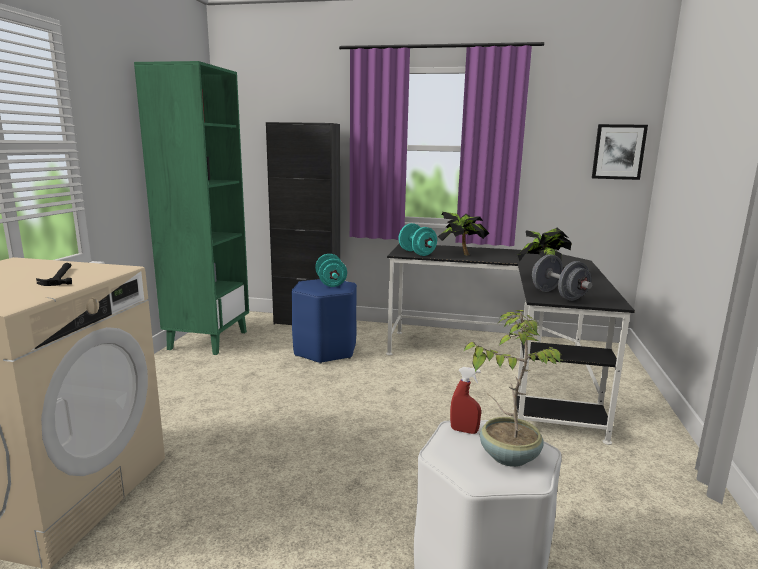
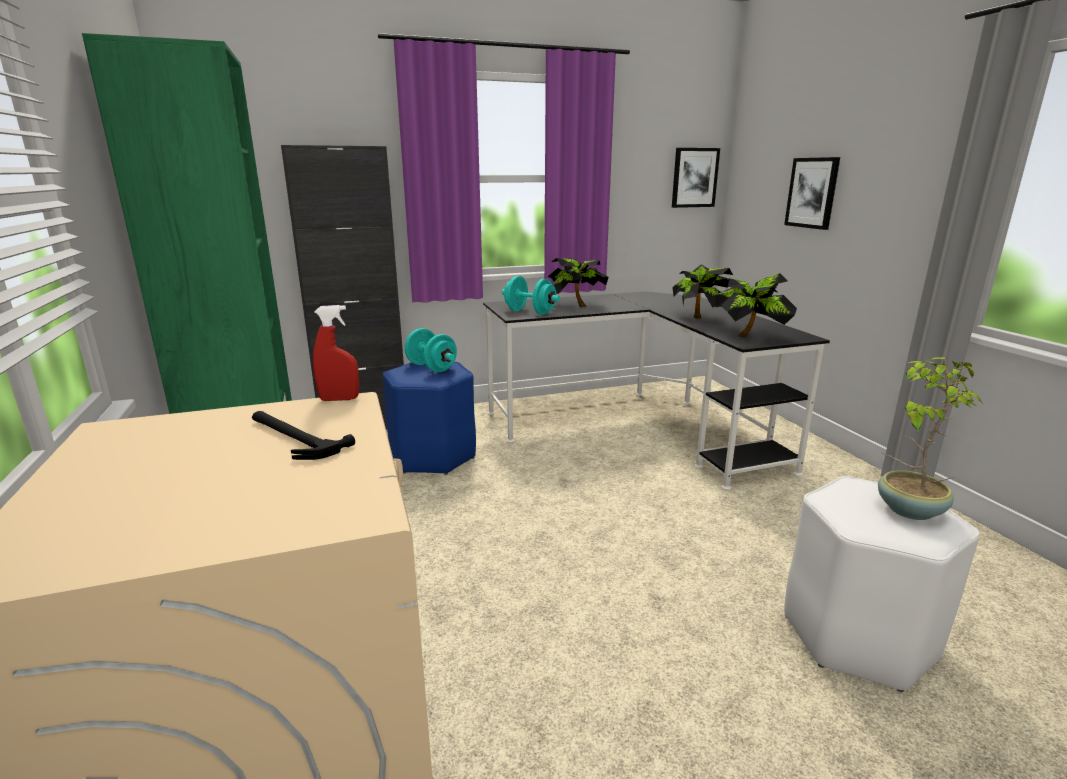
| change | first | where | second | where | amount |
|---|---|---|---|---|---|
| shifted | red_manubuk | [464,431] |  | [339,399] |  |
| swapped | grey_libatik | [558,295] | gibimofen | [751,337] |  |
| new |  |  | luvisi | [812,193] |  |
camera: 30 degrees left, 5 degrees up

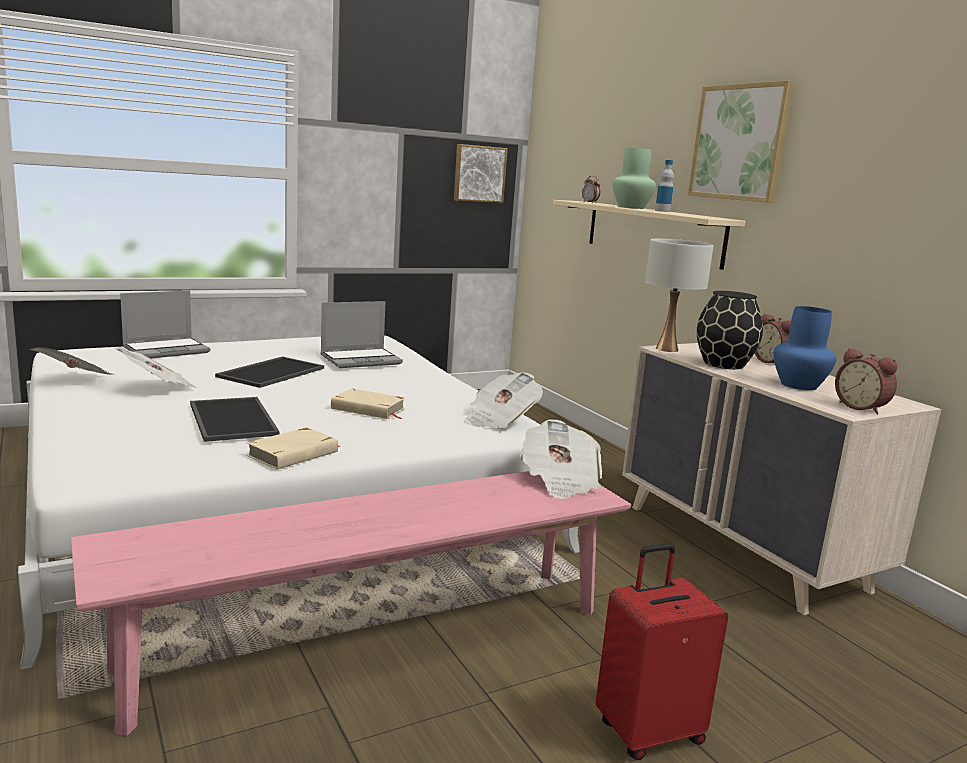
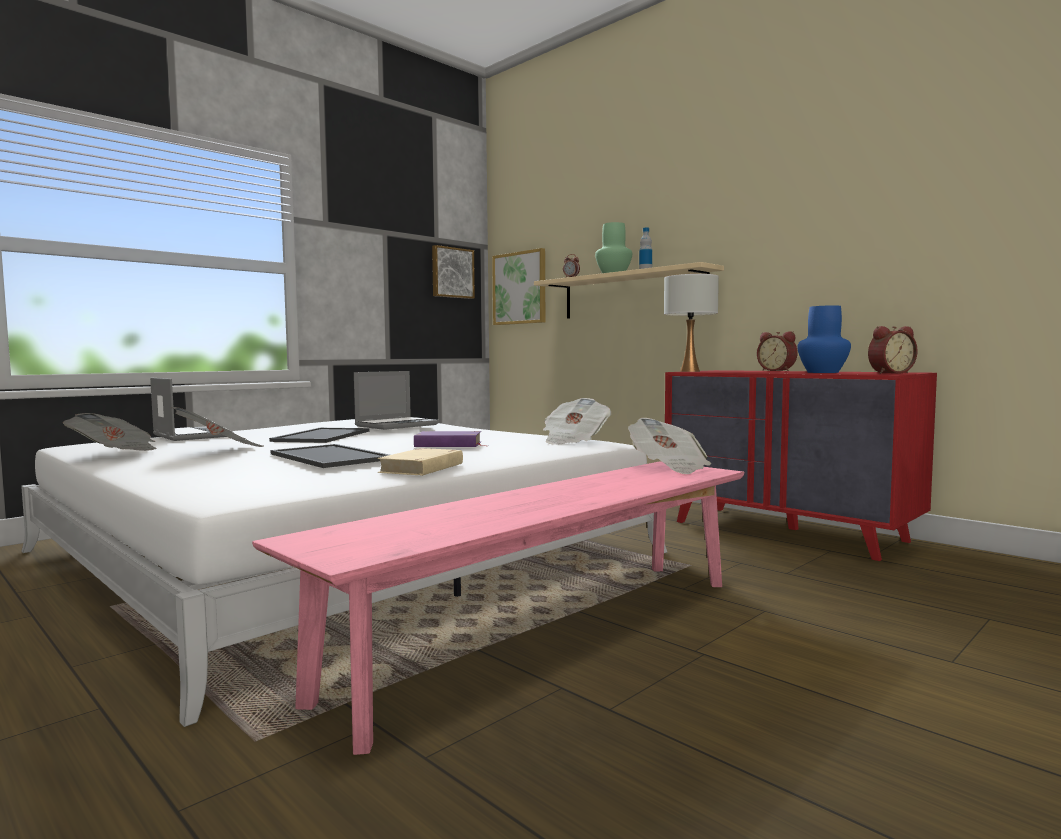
| change | first | where | second | where | amount |
|---|---|---|---|---|---|
| rotated | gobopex | [167,350] |  | [190,436] | 75 degrees counterclockwise |
| repainted | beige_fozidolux | [368,409] | purple_fozidolux | [448,444] |  |
| gone | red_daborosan | [648,731] |  |  |  |
| repainted | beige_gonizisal | [744,547] | red_gonizisal | [788,531] |  |
| shifted | luvisi | [740,142] |  | [520,288] |  |
| gone | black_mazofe | [724,364] |  |  |  |
| rotated | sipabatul | [862,407] |  | [889,373] | 60 degrees counterclockwise |
camera: 15 degrees left, 10 degrees down

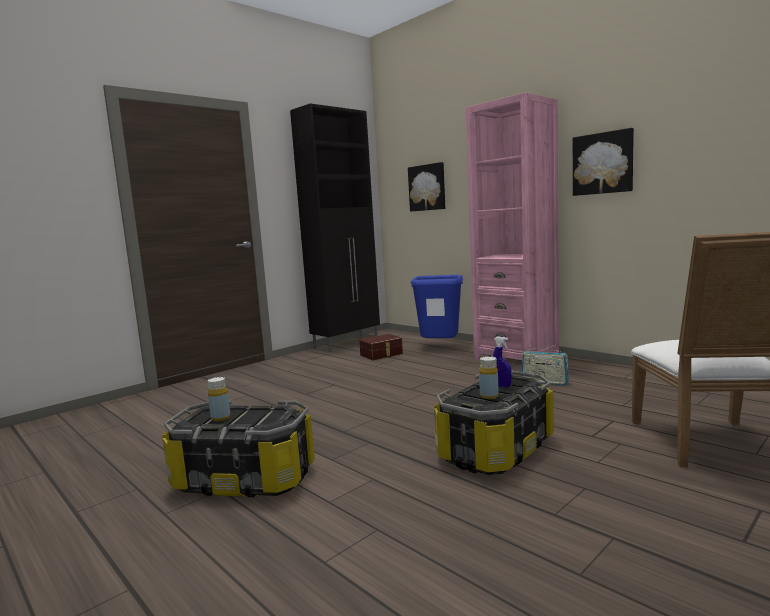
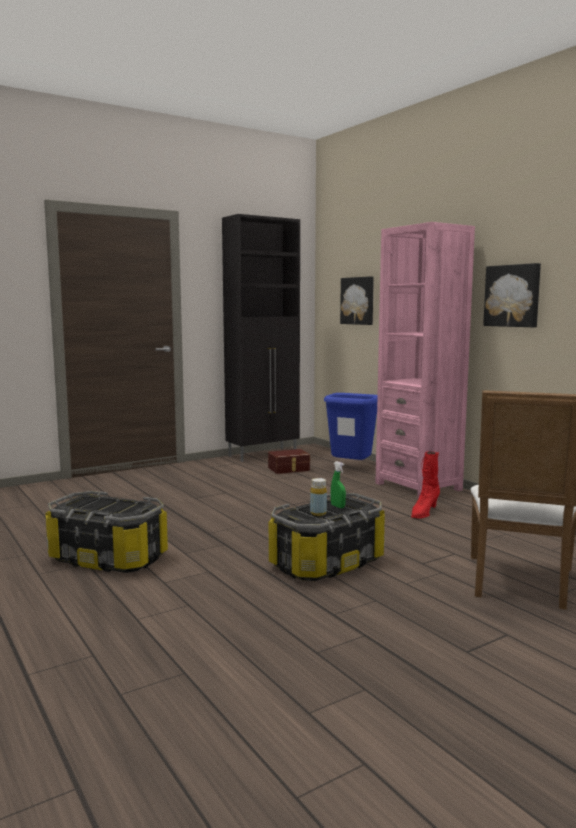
| change | first | where | second | where | amount |
|---|---|---|---|---|---|
| gone | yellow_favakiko | [220,418] |  |  |  |
| repainted | blue_manubuk | [501,386] | green_manubuk | [338,506] |  |
| swapped | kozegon | [544,382] | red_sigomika | [424,513] |  |
camera: 10 degrees right, 0 degrees up

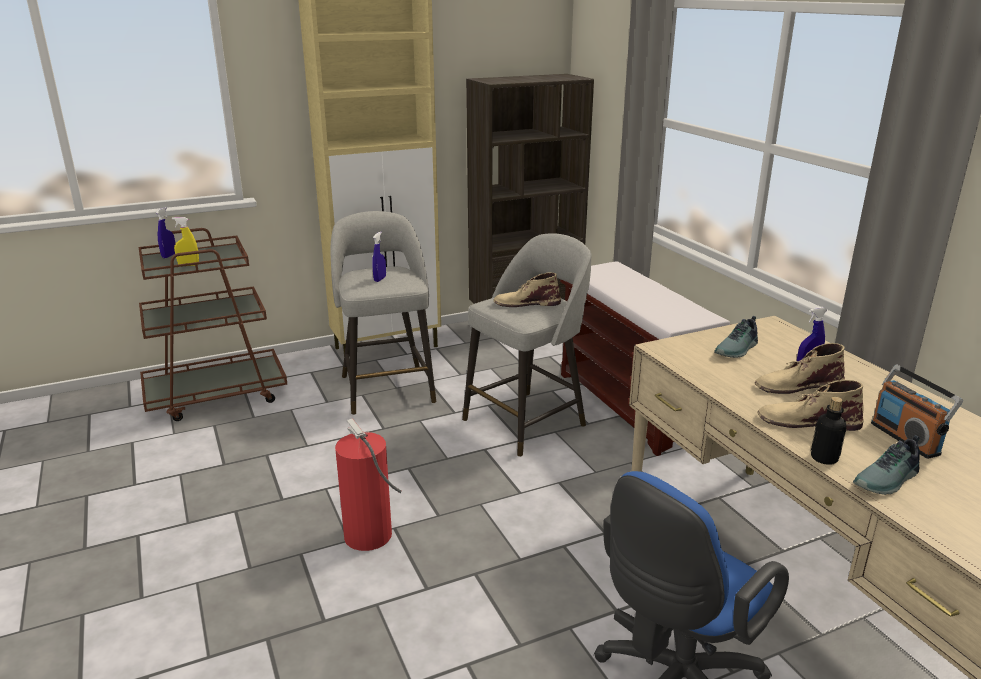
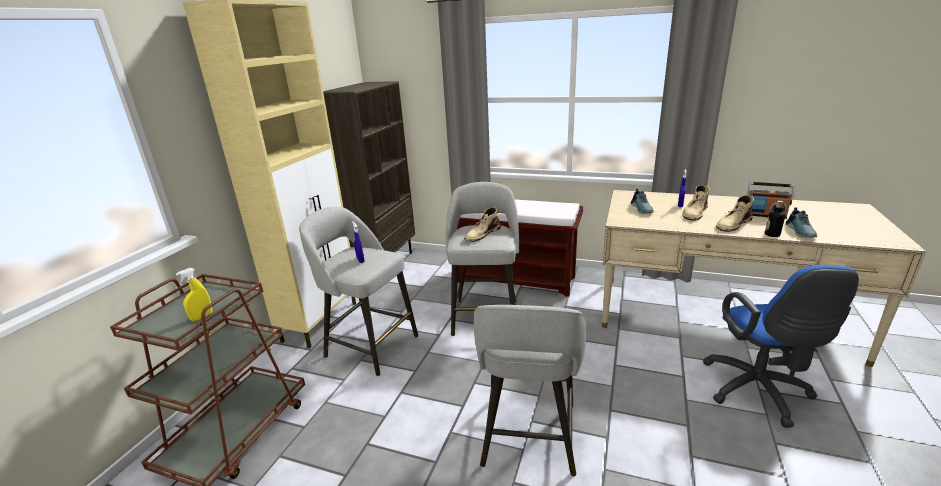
| change | first | where | second | where | amount |
|---|---|---|---|---|---|
| gone | blue_manubuk | [169,255] |  |  |  |
| swapped | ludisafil | [369,536] | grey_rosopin | [529,437] |  |
camera: 45 degrees left, 0 degrees up

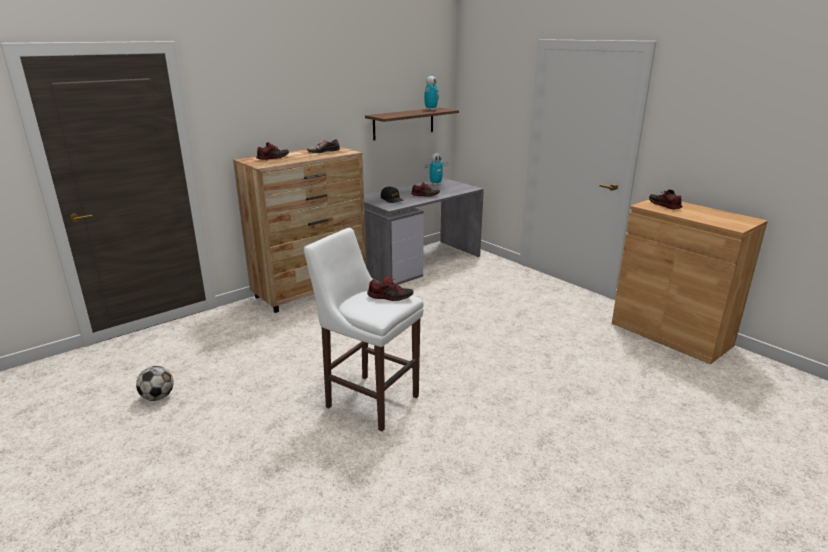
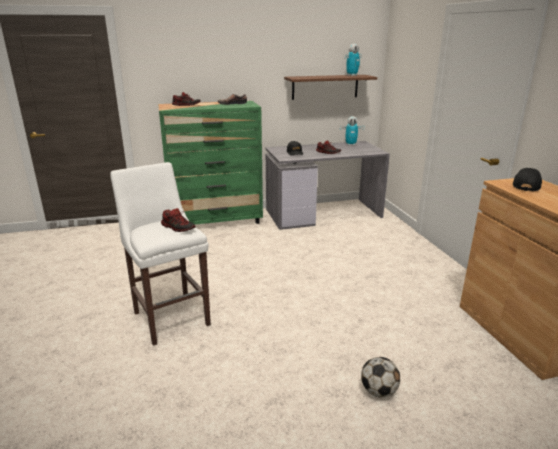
| change | first | where | second | where | amount |
|---|---|---|---|---|---|
| shifted | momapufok | [158,397] |  | [378,391] |  |
| repainted | brown_gonizisal | [311,291] | green_gonizisal | [216,220] |  |
| swapped | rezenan | [664,205] | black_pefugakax | [526,185] |  |
camera: 25 degrees right, 0 degrees up

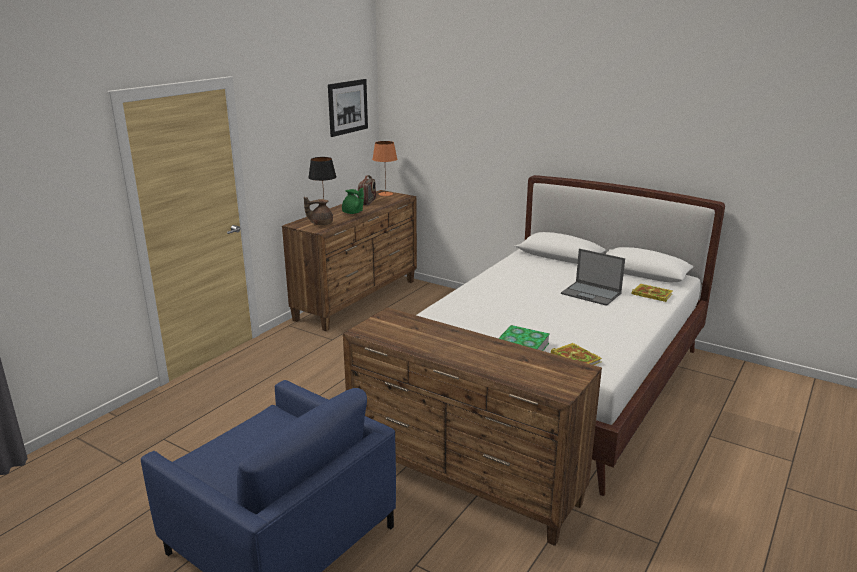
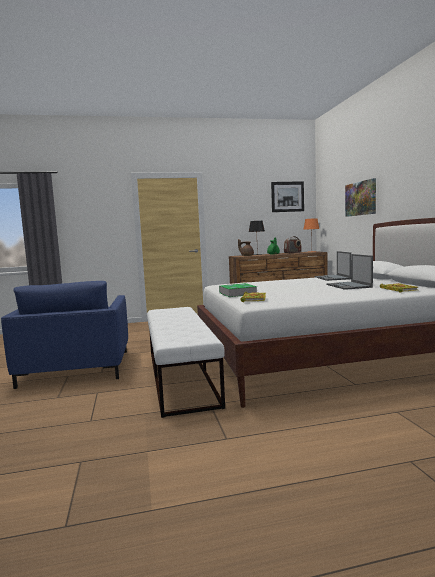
| change | first | where | second | where | amount |
|---|---|---|---|---|---|
| swapped | brown_gonizisal | [463,482] | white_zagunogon | [181,377] |  |
| new |  |  | gobopex | [332,278] |  |
| new |  |  | luvisi | [360,198] |  |
camera: 45 degrees right, 15 degrees down

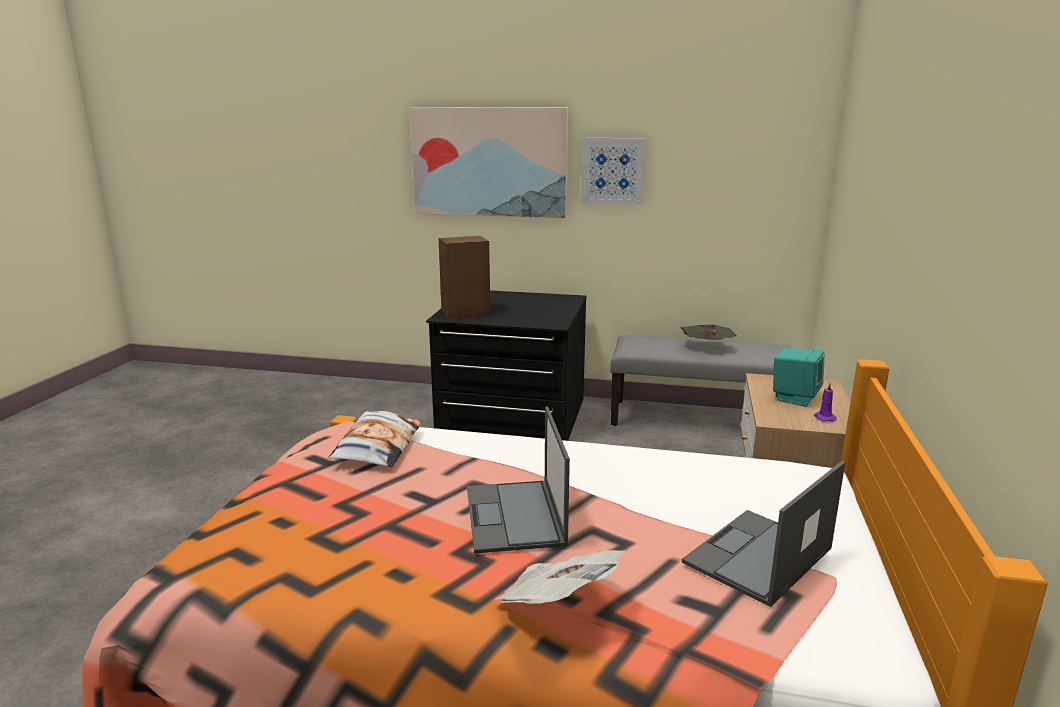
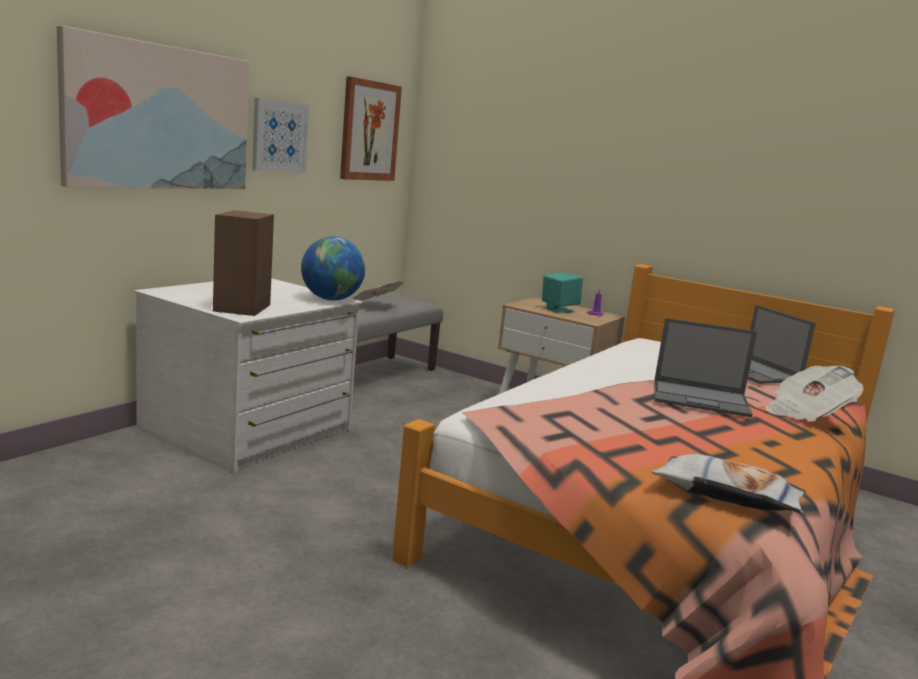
| change | first | where | second | where | amount |
|---|---|---|---|---|---|
| shifted | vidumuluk | [377,446] |  | [727,494] |  |
| repainted | black_gonizisal | [512,417] | white_gonizisal | [249,430] |  |
| new |  |  | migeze | [331,299] |  |
| new |  |  | luvisi | [369,131] |  |
camera: 70 degrees left, 5 degrees down

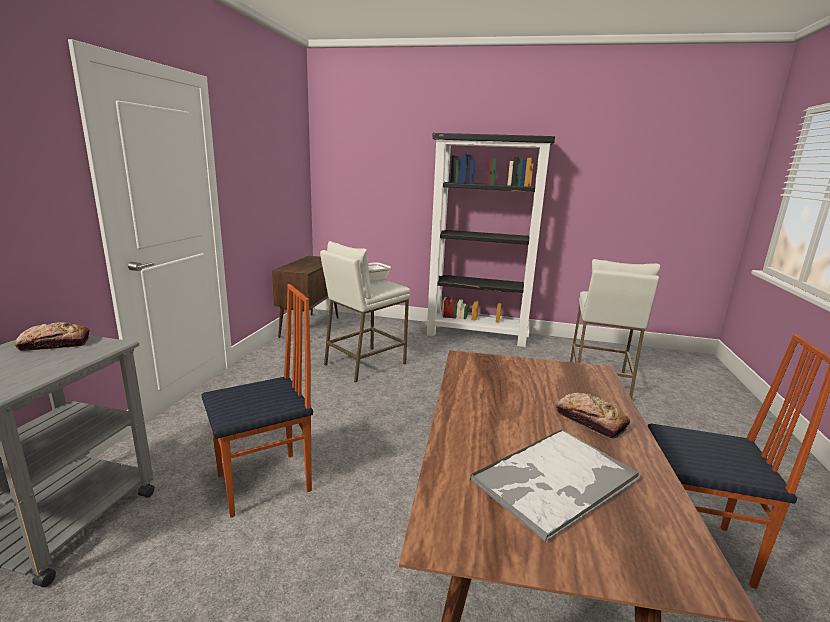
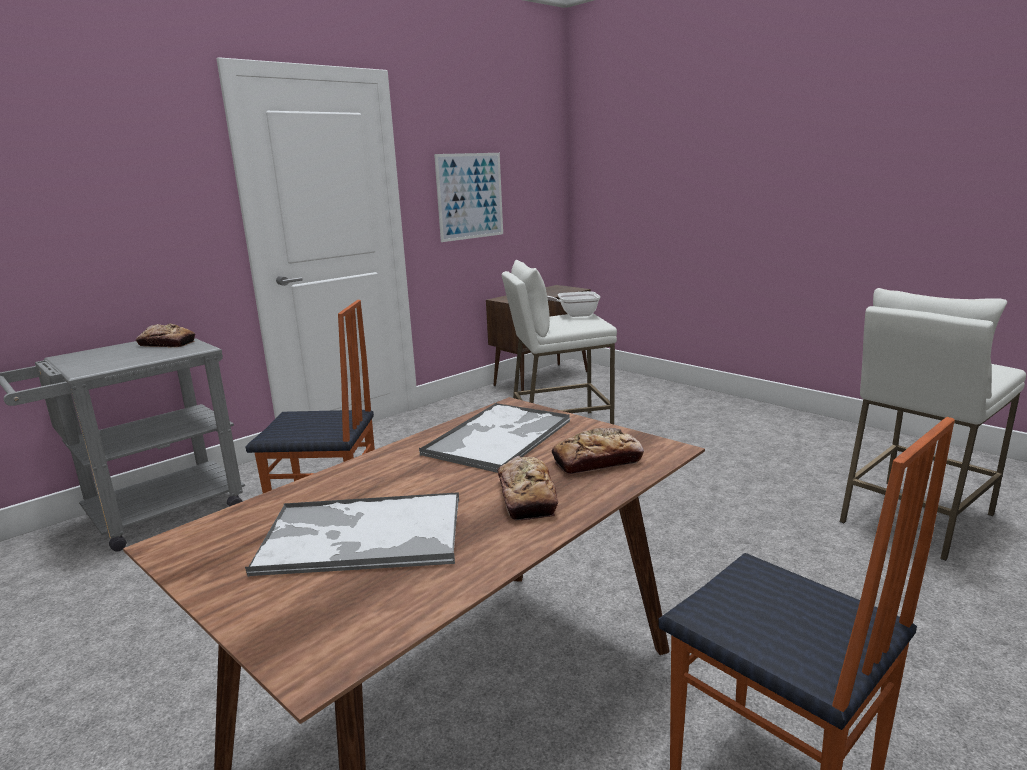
| change | first | where | second | where | amount |
|---|---|---|---|---|---|
| gone | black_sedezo | [477,335] |  |  |  |
| new |  |  | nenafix | [499,437] |  |
| new |  |  | luvisi | [470,196] |  |
| new |  |  | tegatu | [597,461] |  |
camera: 35 degrees right, 0 degrees up

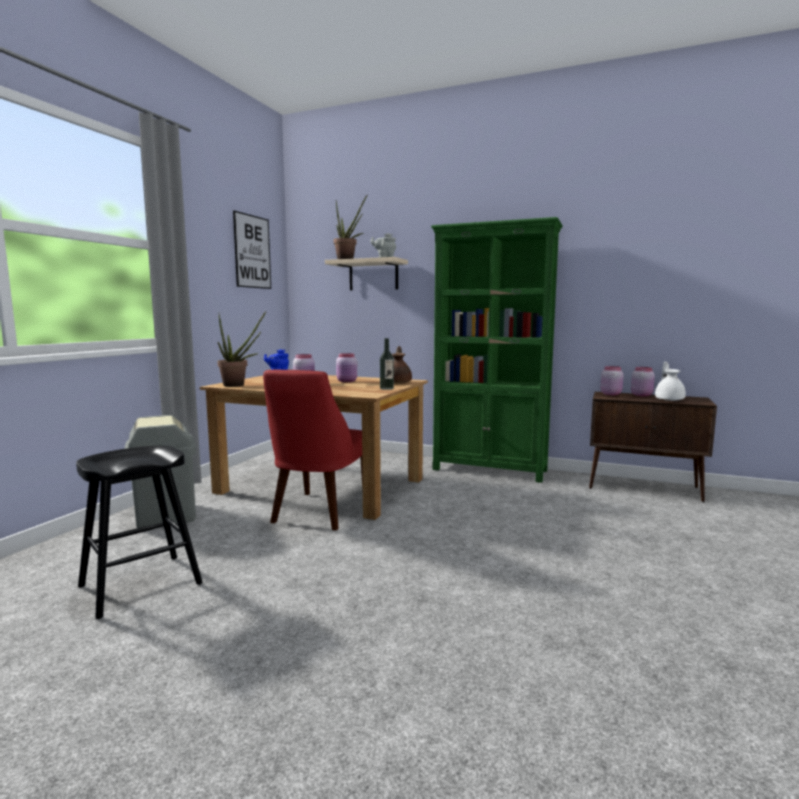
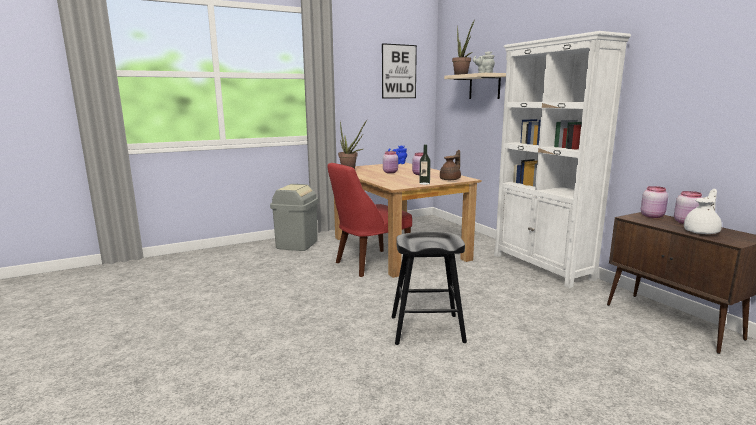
| change | first | where | second | where | amount |
|---|---|---|---|---|---|
| shifted | black_rosopin | [140,585] |  | [426,329] |  |
| repainted | green_sedezo | [490,470] | white_sedezo | [542,267] |  |
camera: 40 degrees right, 5 degrees up

